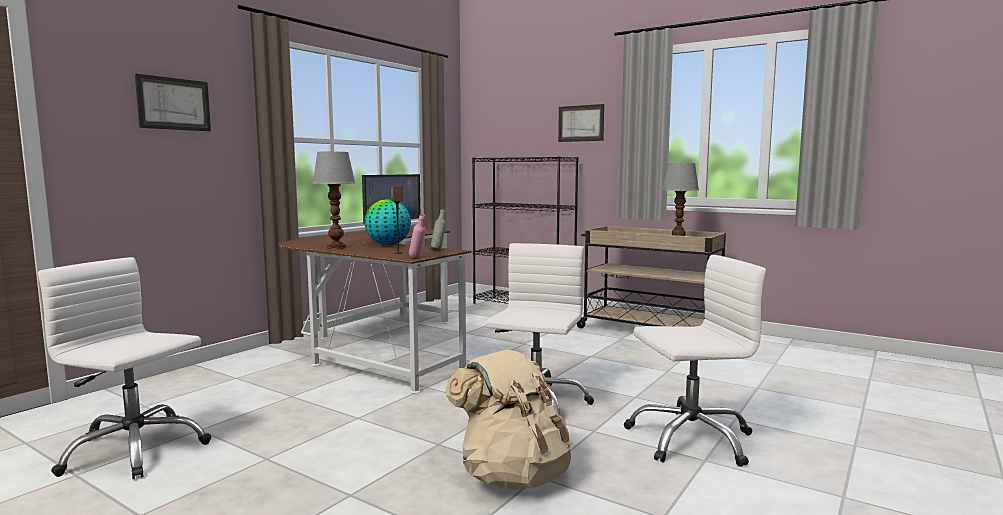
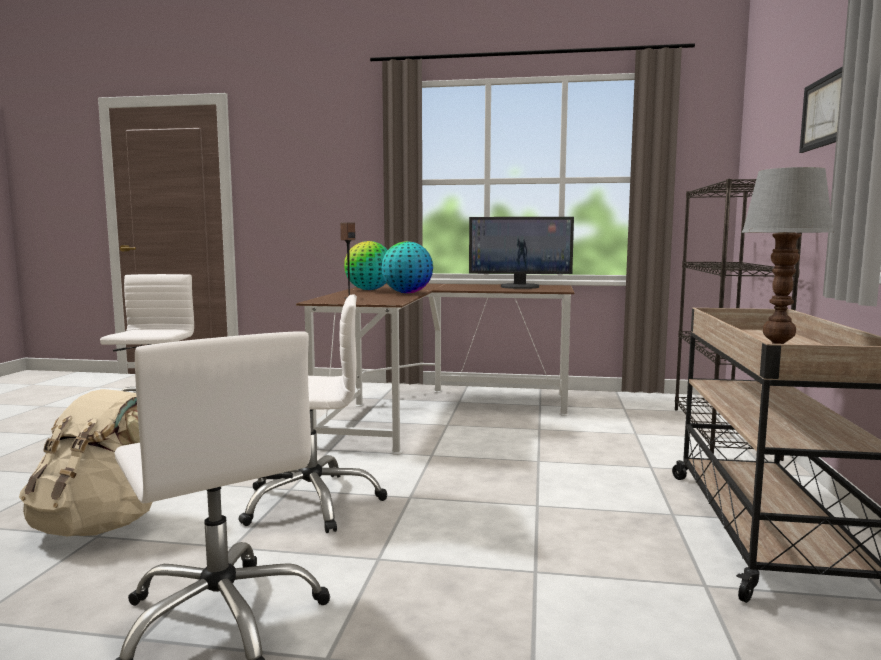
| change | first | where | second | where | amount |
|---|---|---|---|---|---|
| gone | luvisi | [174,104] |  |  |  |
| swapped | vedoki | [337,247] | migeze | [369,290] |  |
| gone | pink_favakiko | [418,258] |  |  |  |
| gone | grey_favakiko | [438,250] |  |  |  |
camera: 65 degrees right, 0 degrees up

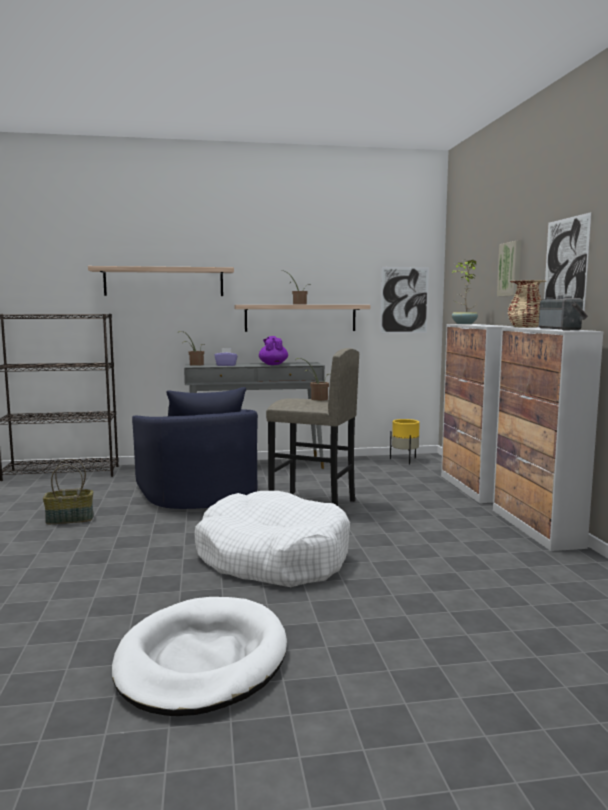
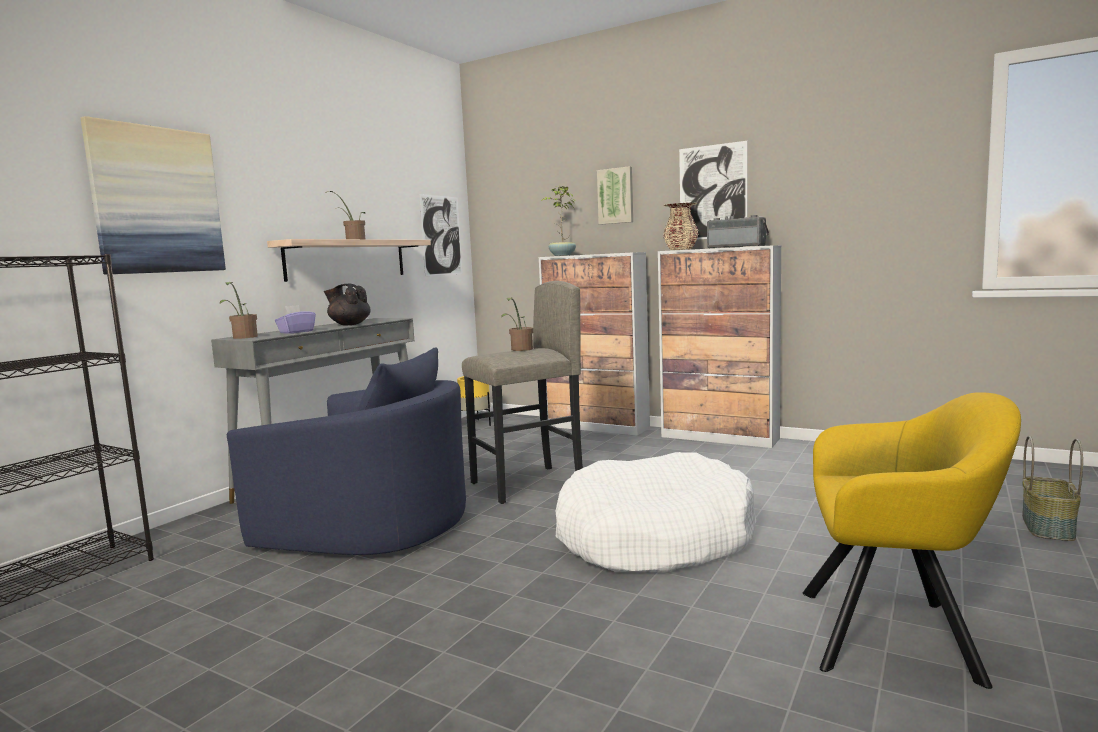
| change | first | where | second | where | amount |
|---|---|---|---|---|---|
| shifted | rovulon | [69,519] |  | [1049,527] |  |
| swapped | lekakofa | [164,282] | luvisi | [157,200] |  |
| swapped | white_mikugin | [201,661] | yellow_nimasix | [898,635] |  |
| repainted | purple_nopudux | [273,364] | black_nopudux | [349,324] |  |
camera: 50 degrees left, 0 degrees up

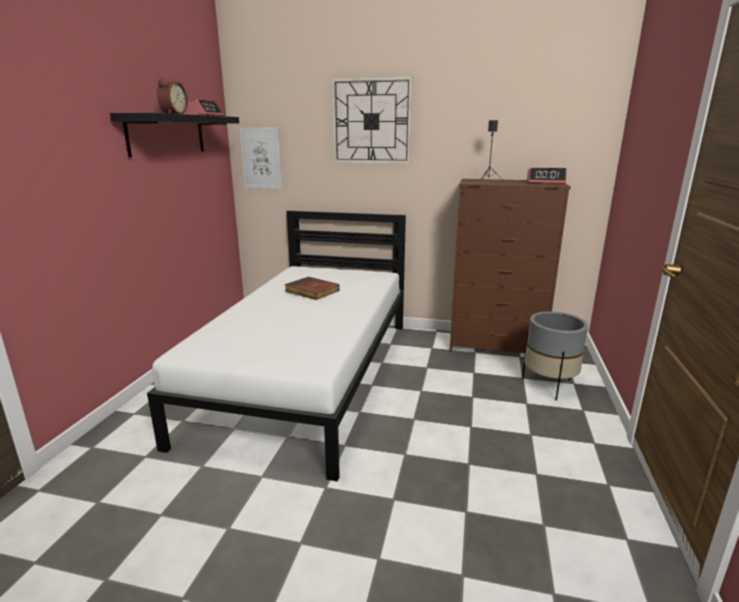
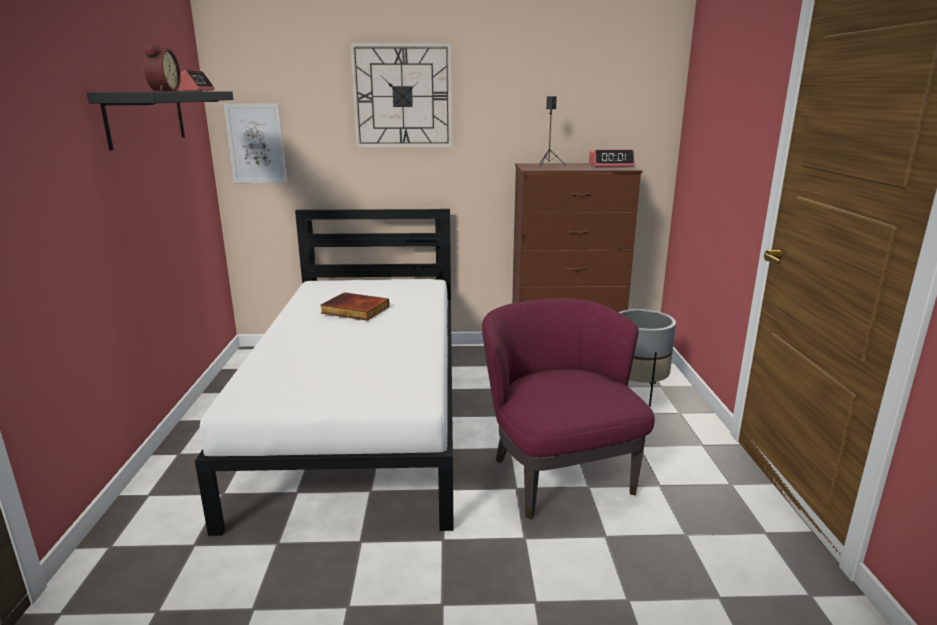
| change | first | where | second | where | amount |
|---|---|---|---|---|---|
| new |  |  | purple_nimasix | [557,474] |  |
camera: 15 degrees left, 0 degrees up

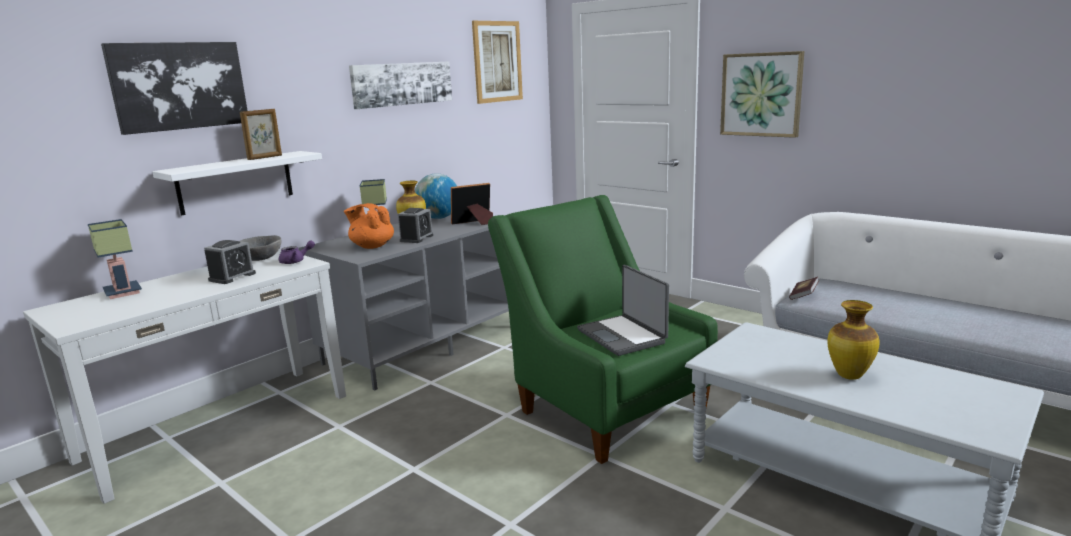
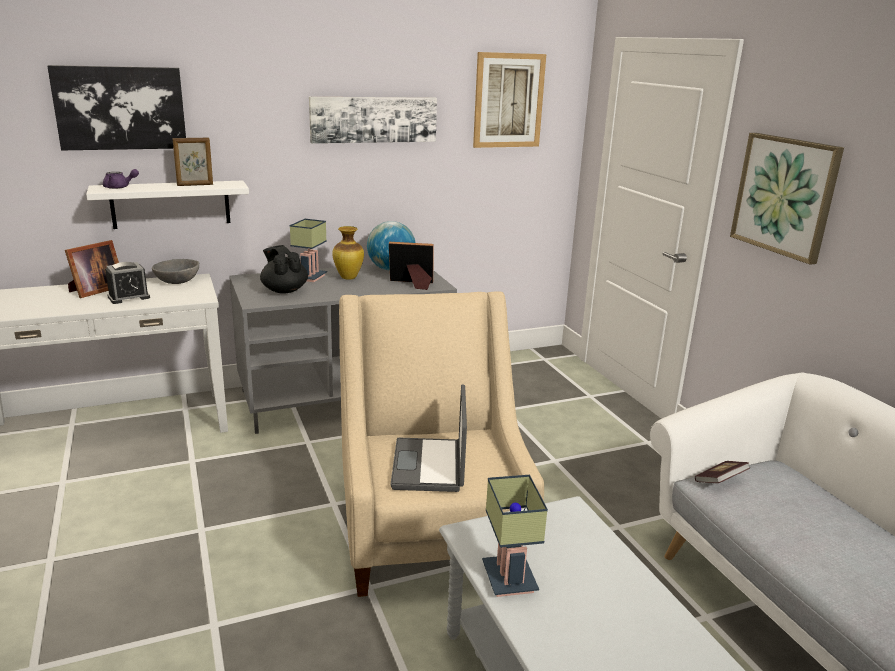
| change | first | where | second | where | amount |
|---|---|---|---|---|---|
| shifted | vedoki | [125,292] |  | [512,580] |  |
| shifted | purple_nopudux | [296,261] |  | [119,187] |  |
| repainted | orange_nopudux | [372,246] | black_nopudux | [284,290] |  |
| gone | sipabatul | [416,238] |  |  |  |
| repainted | green_nimasix | [603,406] | beige_nimasix | [430,530] |  |
| gone | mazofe | [848,375] |  |  |  |
| new |  |  | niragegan | [95,290] |  |
camera: 25 degrees right, 5 degrees up

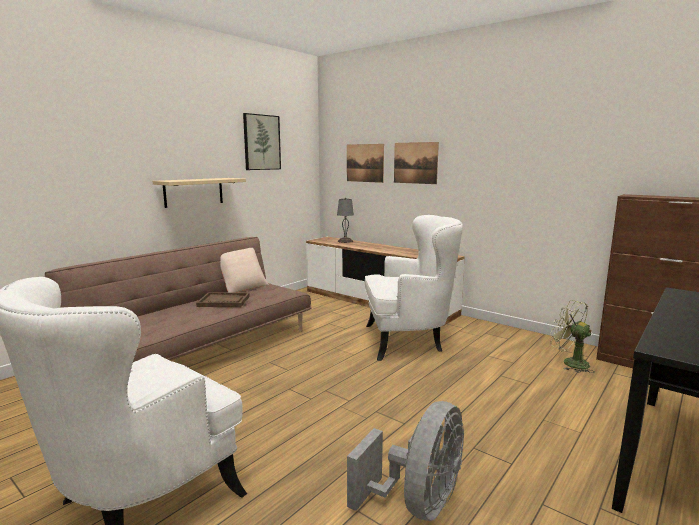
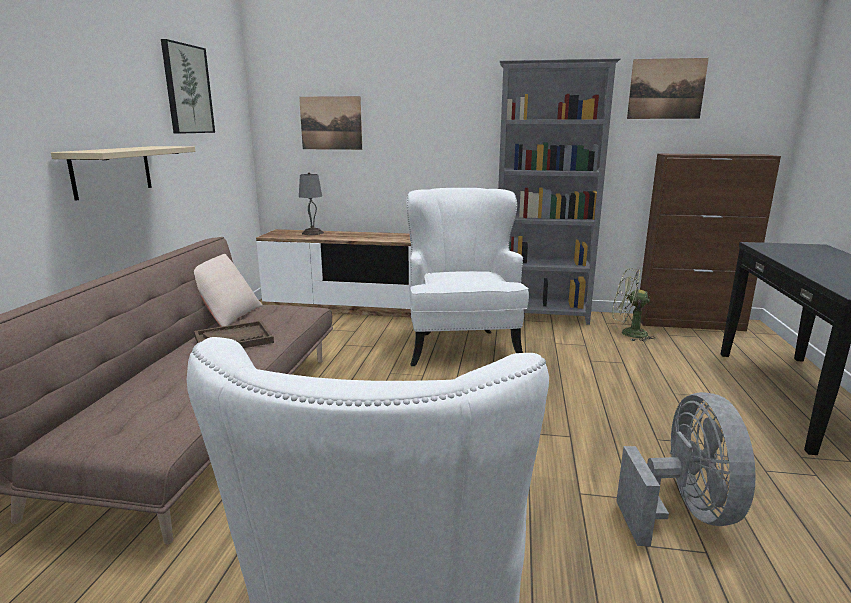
| change | first | where | second | where | amount |
|---|---|---|---|---|---|
| rotated | white_nimasix | [408,340] |  | [461,345] | 60 degrees counterclockwise |
| shifted | luvisi | [415,163] |  | [666,89] |  |
| new |  |  | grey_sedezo | [541,316] |  |
camera: 30 degrees left, 5 degrees up

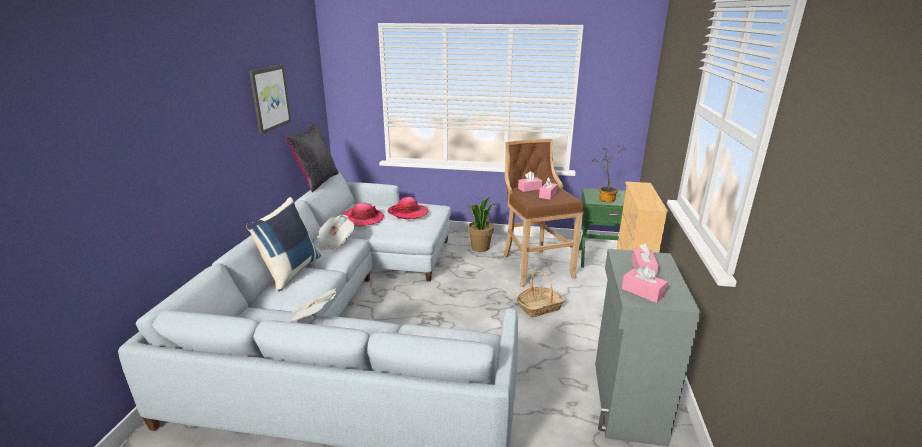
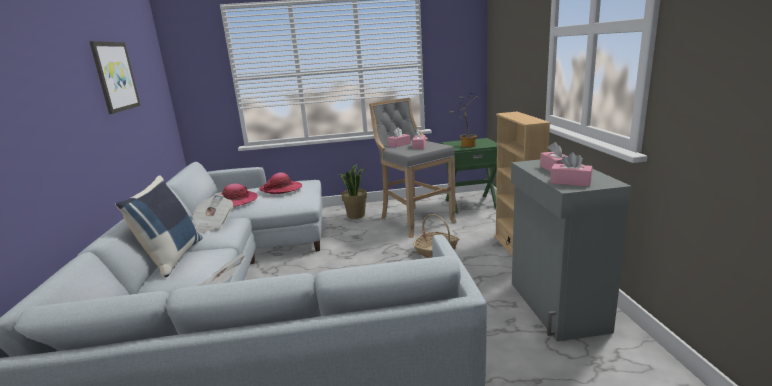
| change | first | where | second | where | amount |
|---|---|---|---|---|---|
| gone | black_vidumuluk | [317,181] |  |  |  |
| repainted | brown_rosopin | [534,266] | grey_rosopin | [414,220] |  |
camera: 15 degrees left, 5 degrees down

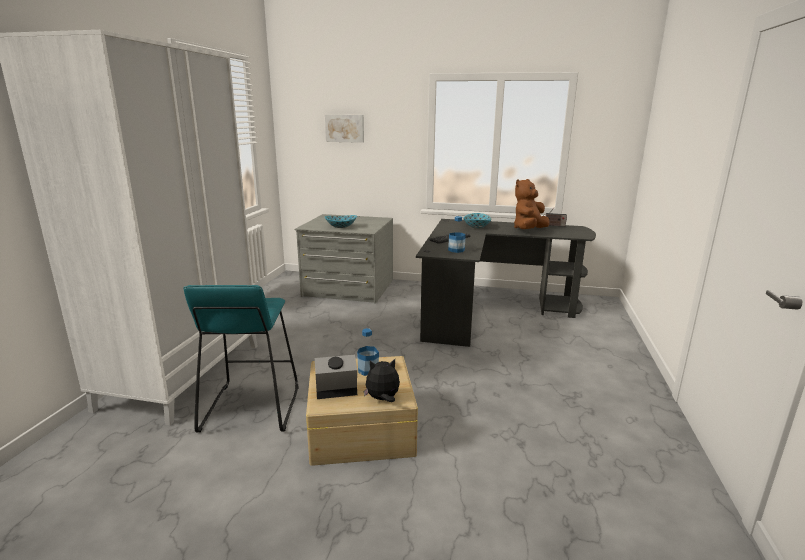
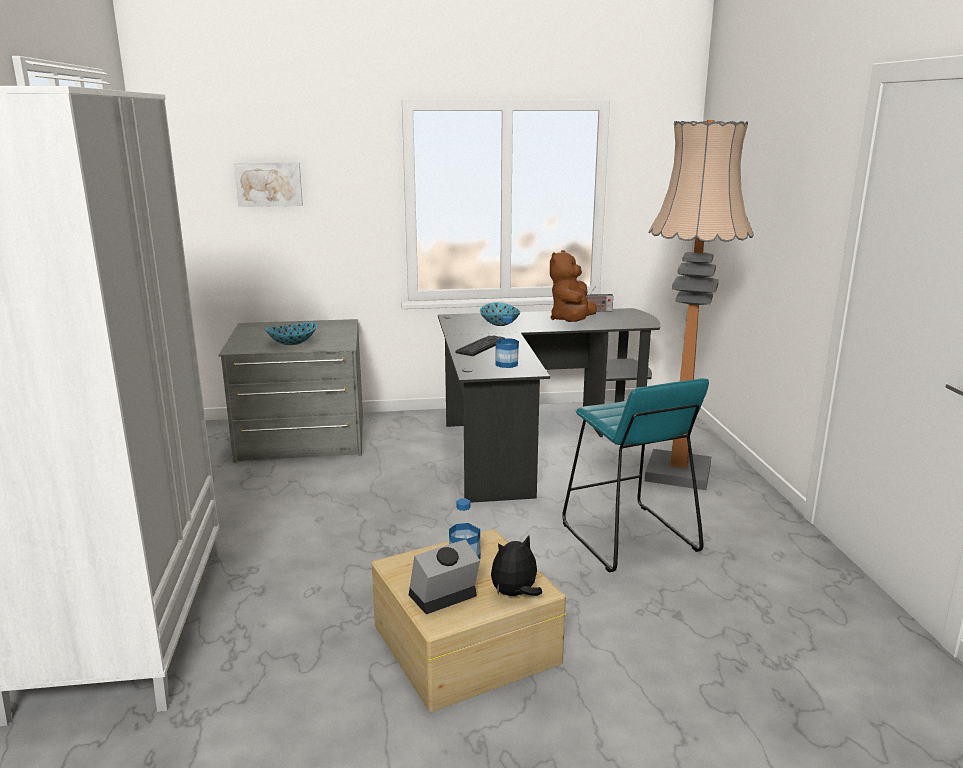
| change | first | where | second | where | amount |
|---|---|---|---|---|---|
| shifted | turquoise_rosopin | [251,408] |  | [627,537] |  |
| new |  |  | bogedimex | [678,473] |  |
camera: 20 degrees left, 0 degrees up

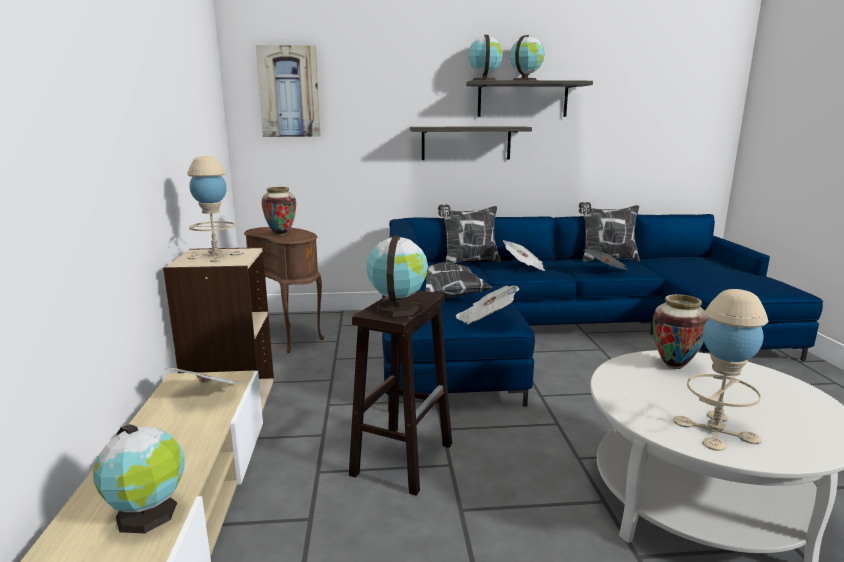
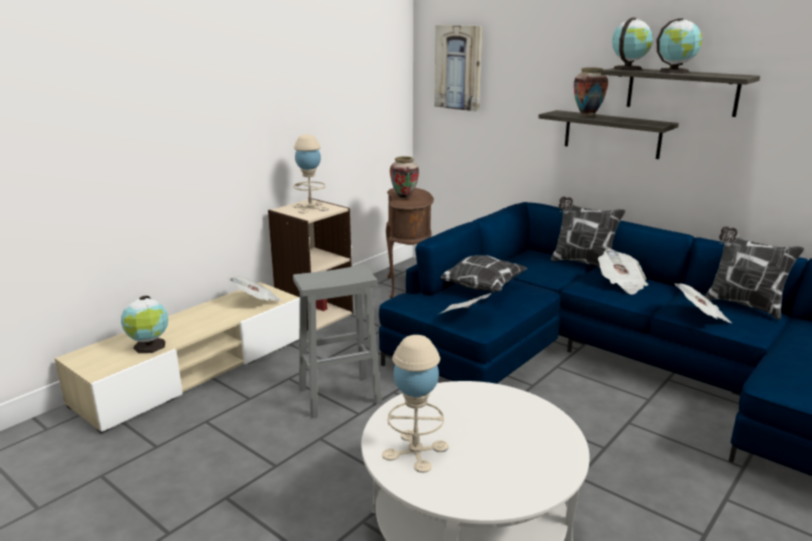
| change | first | where | second | where | amount |
|---|---|---|---|---|---|
| repainted | brown_rosopin | [403,458] | grey_rosopin | [340,395] |  |
| gone | migeze | [397,308] |  |  |  |
| shifted | mazofe | [674,365] |  | [587,115] |  |
camera: 45 degrees right, 5 degrees up

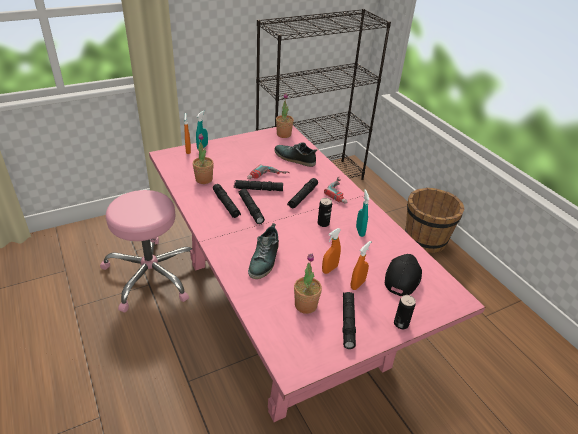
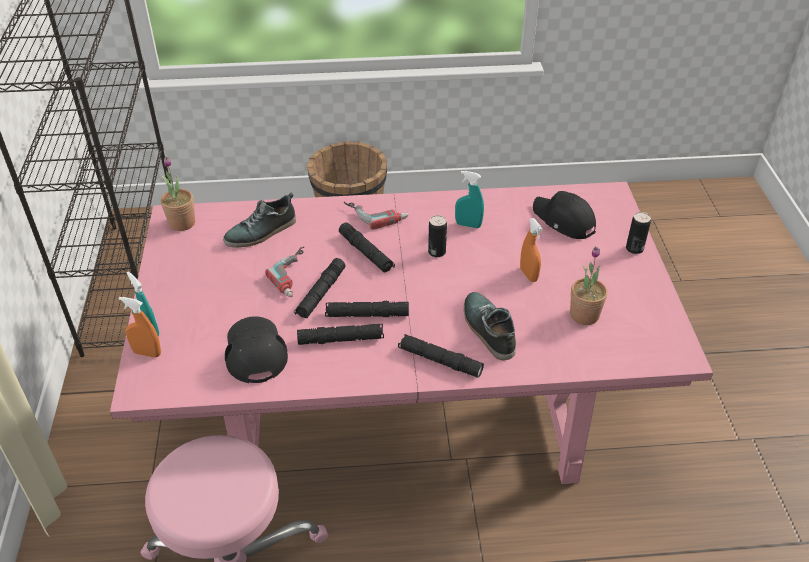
| change | first | where | second | where | amount |
|---|---|---|---|---|---|
| swapped | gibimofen | [204,179] | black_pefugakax | [255,351] |  |
| rotated | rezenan | [265,260] |  | [487,329] | 150 degrees counterclockwise |
| shifted | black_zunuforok | [348,322] |  | [440,360] |  |
| gone | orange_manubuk | [357,284] |  |  |  |
camera: 65 degrees left, 5 degrees up

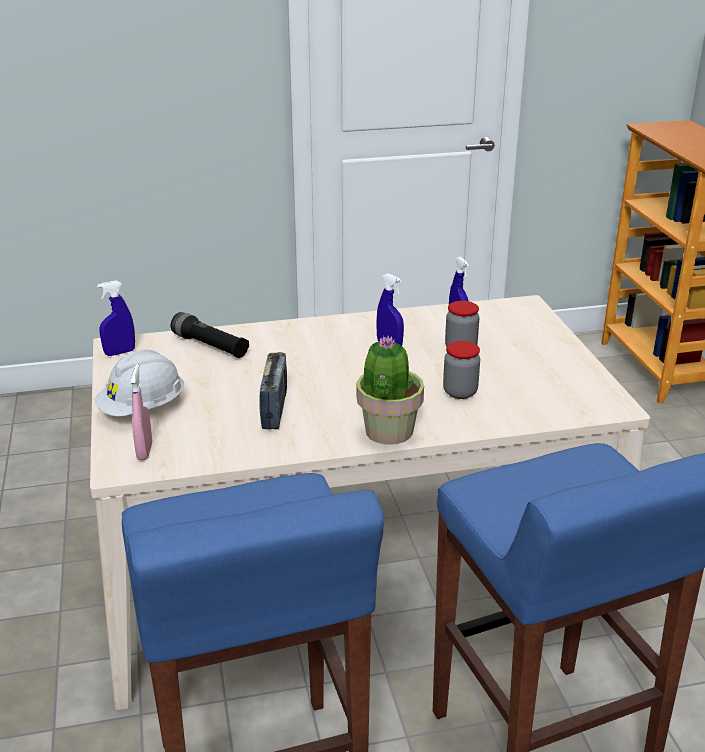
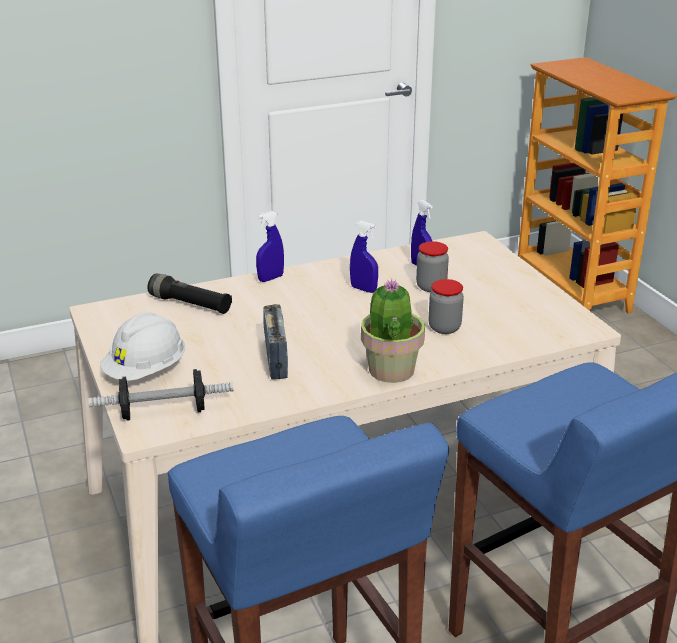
| change | first | where | second | where | amount |
|---|---|---|---|---|---|
| shifted | blue_manubuk | [120,352] |  | [270,278] |  |
| swapped | pink_manubuk | [144,451] | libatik | [163,412] |  |
camera: 10 degrees left, 0 degrees up

